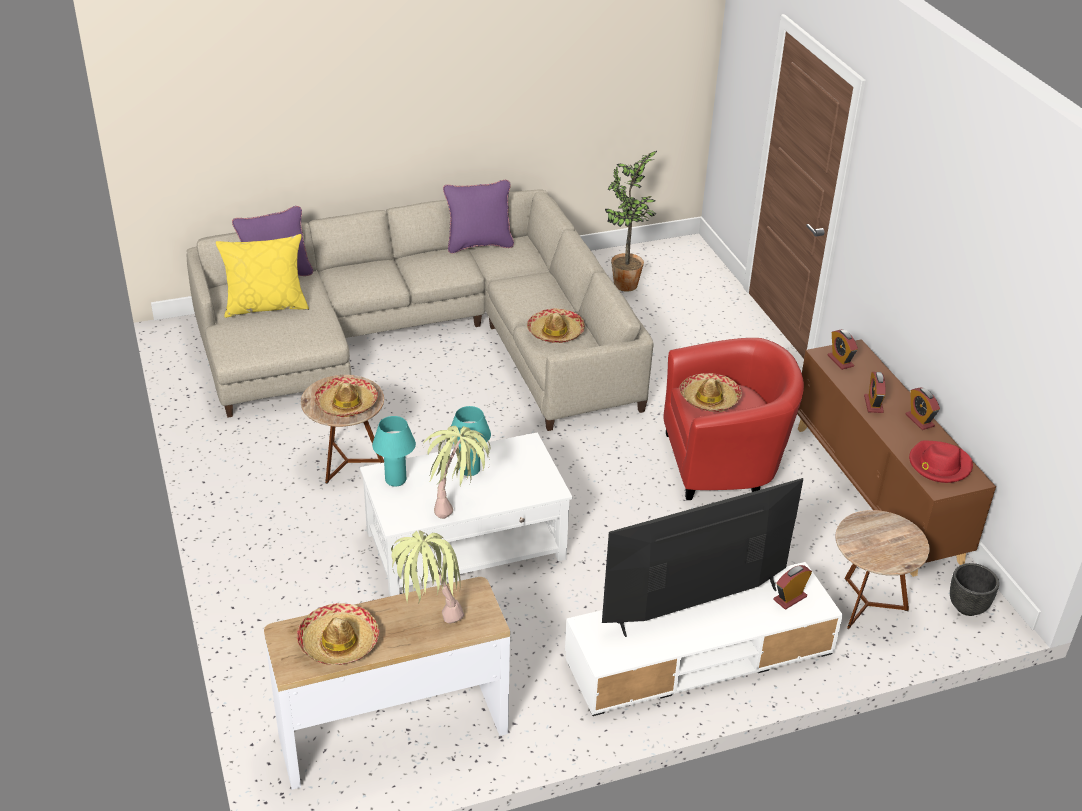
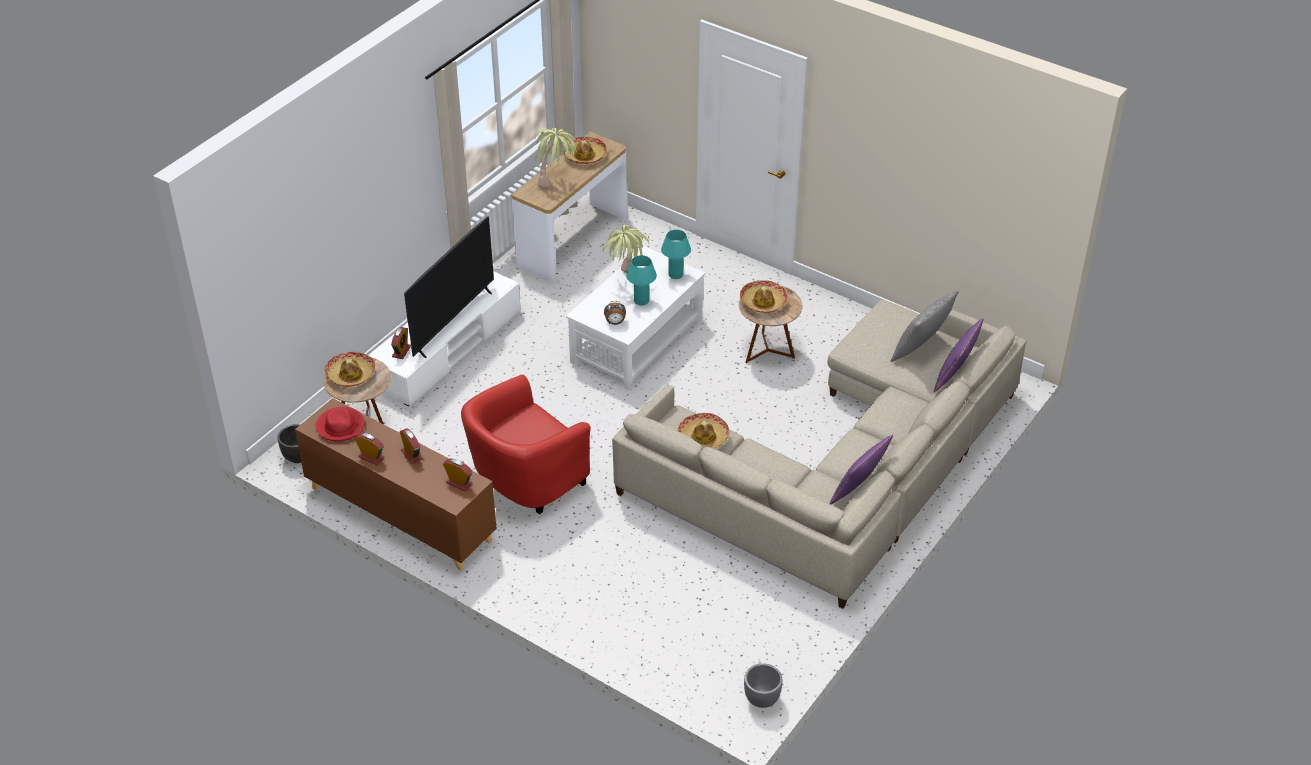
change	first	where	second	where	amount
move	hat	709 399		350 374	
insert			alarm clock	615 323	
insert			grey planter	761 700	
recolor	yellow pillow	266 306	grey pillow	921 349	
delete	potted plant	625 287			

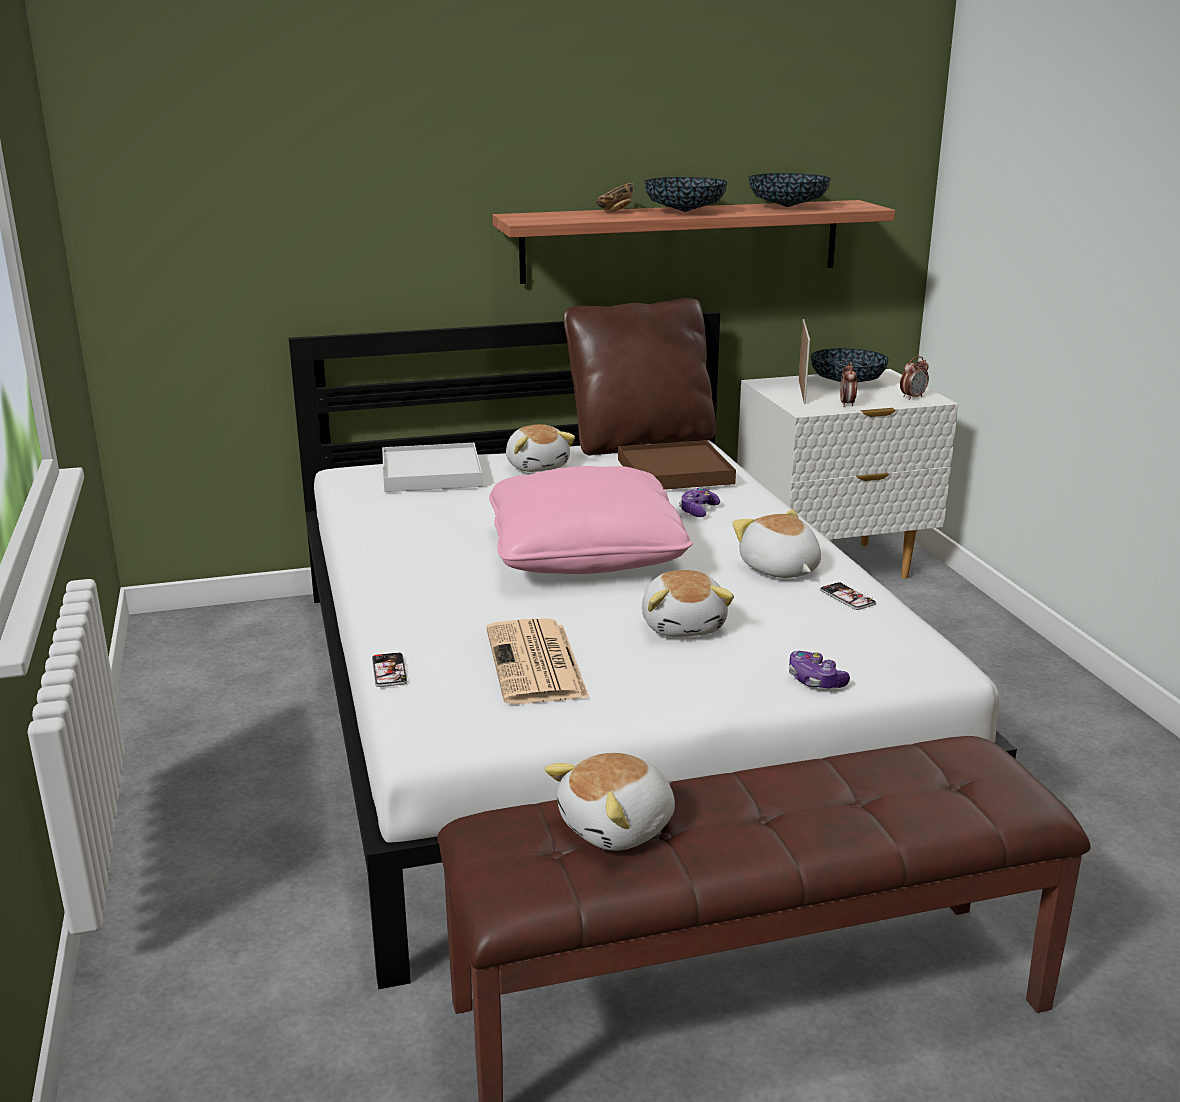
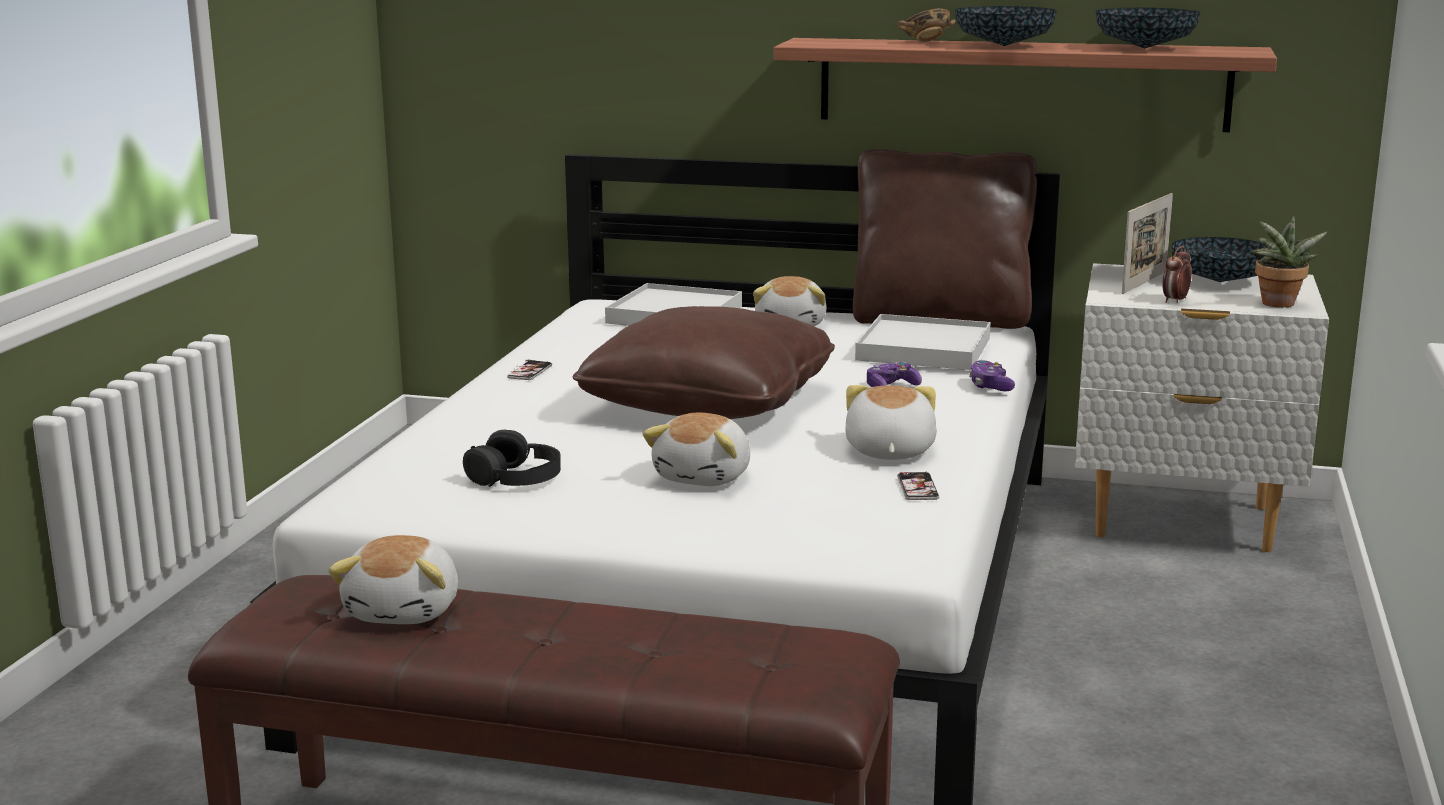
change	first	where	second	where	amount
rotate	plush toy	618 827		405 610	75 degrees counterclockwise
replace	newspaper	536 664	black headphones	516 476	
move	phone	389 671		530 371	
recolor	pink pillow	585 554	brown pillow	709 403	
recolor	brown tray	675 471	white tray	924 349	
move	game controller	815 681		990 386	
replace	alarm clock	912 397	potted plant	1278 305	

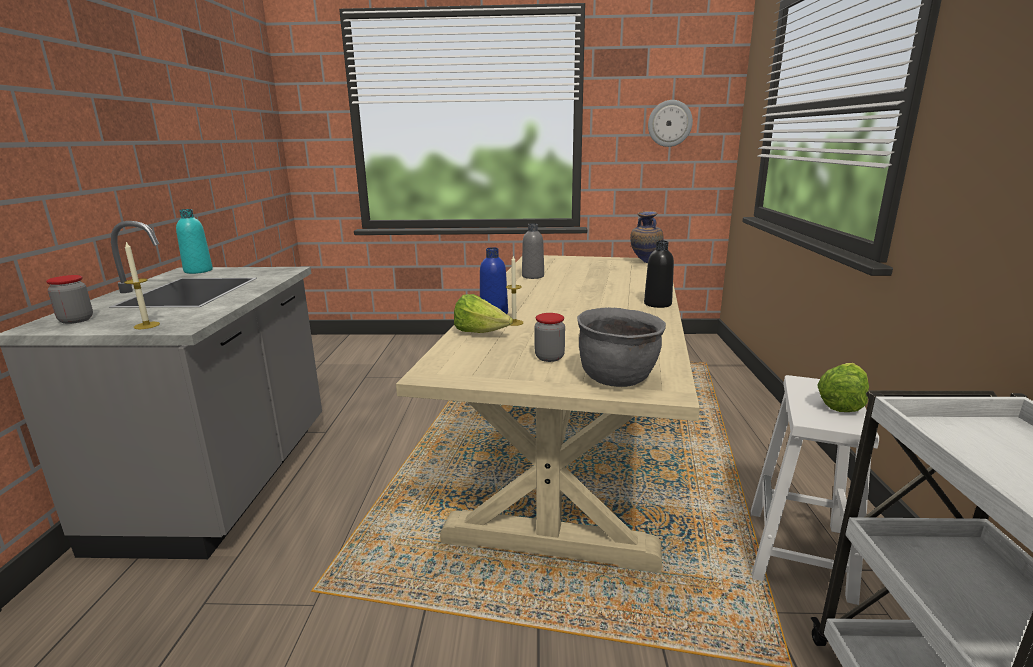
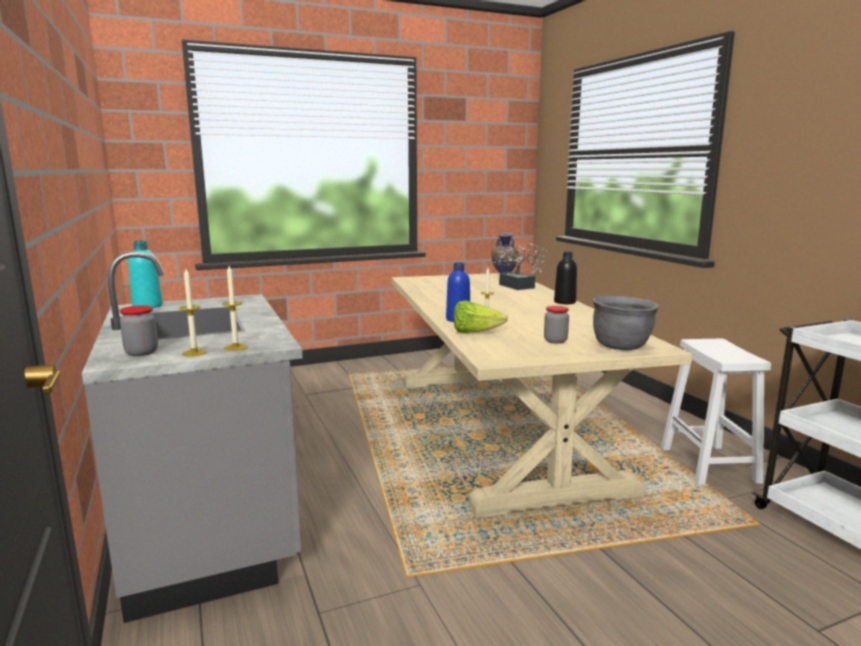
change	first	where	second	where	amount
insert			candle	194 353	
insert			potted plant	519 287	
delete	grey bottle	533 276			
delete	wall clock	669 123			
delete	lettuce	841 403			

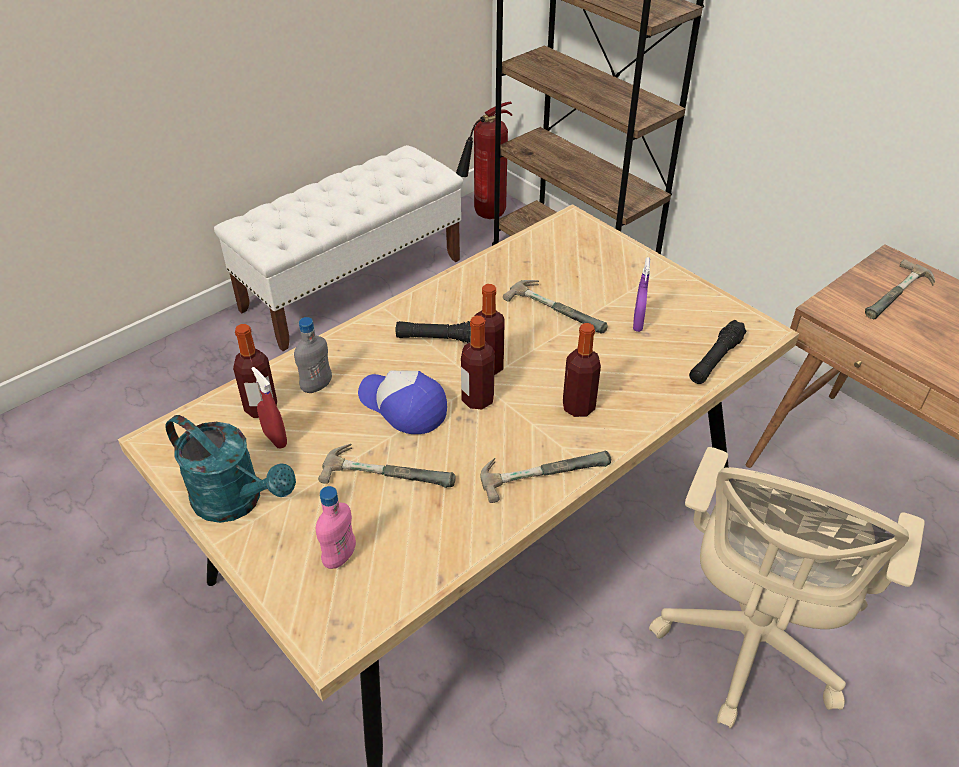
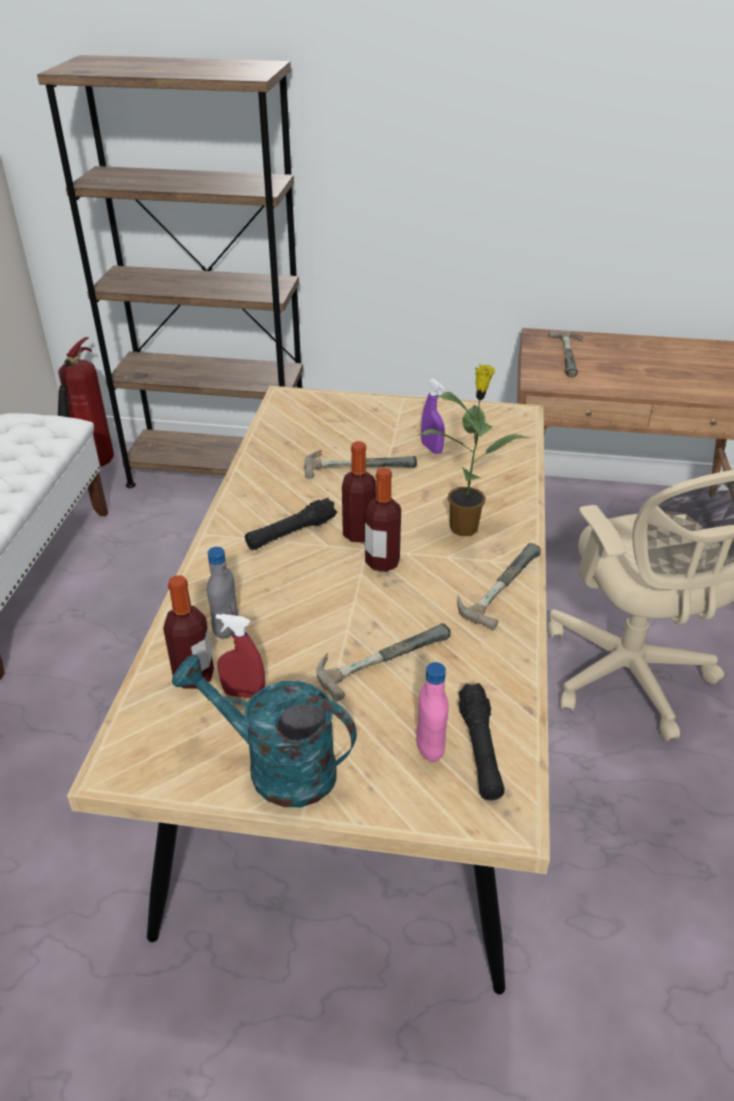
change	first	where	second	where	amount
rotate	turquoise watering can	237 501		276 767	150 degrees counterclockwise
replace	bottle	578 407	potted plant	465 526	
move	black flashlight	715 360		480 749	
delete	cap	403 406			

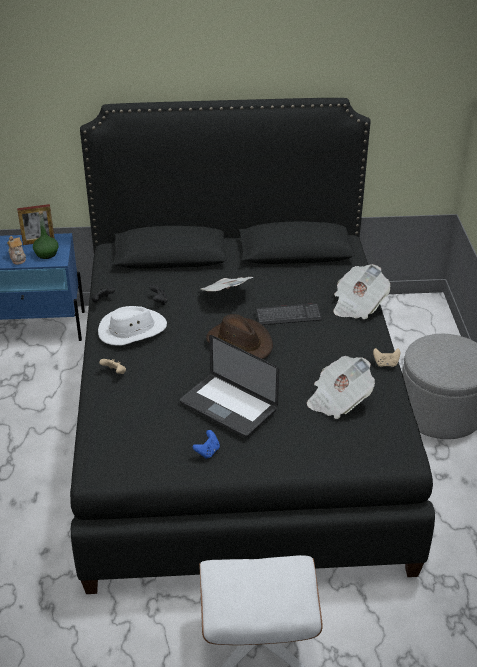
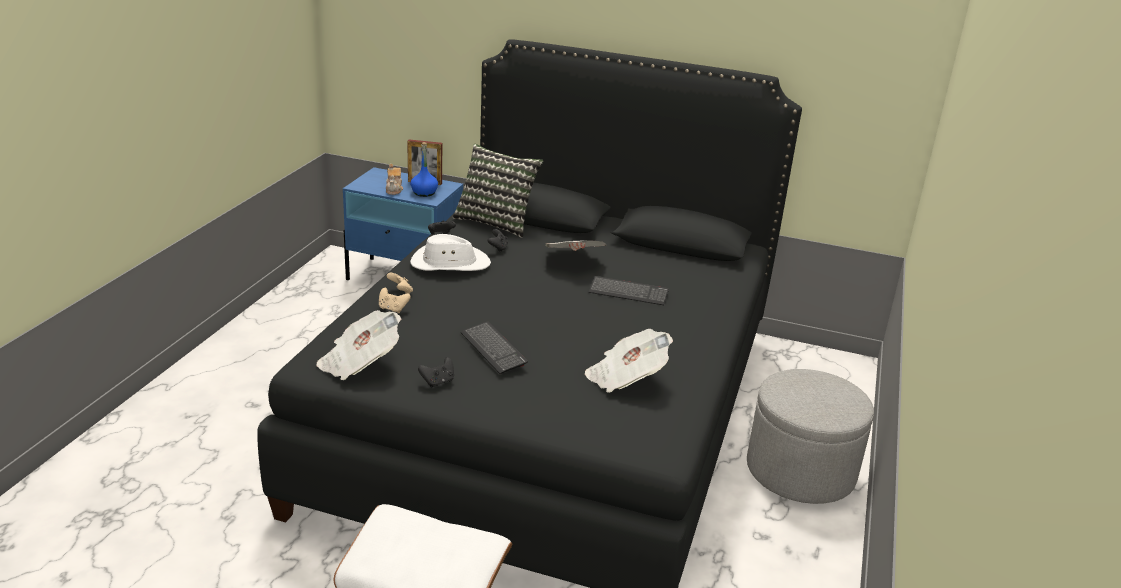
change	first	where	second	where	amount
move	newspaper	358 305		359 363	
move	beige game controller	386 364		393 309	
recolor	green bottle	46 254	blue bottle	424 193	
recolor	blue game controller	207 452	black game controller	438 382	
insert			pillow	496 221	
replace	laptop	228 406	keyboard	493 349	
delete	brown hat	240 342			

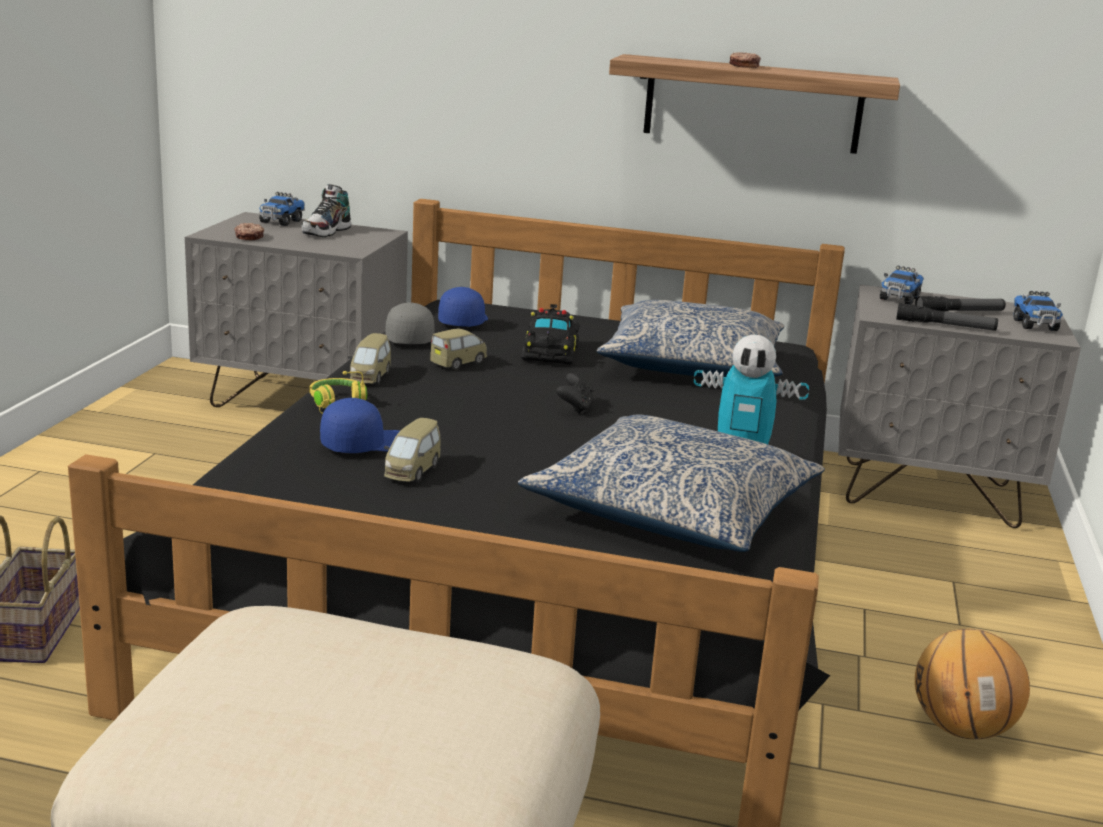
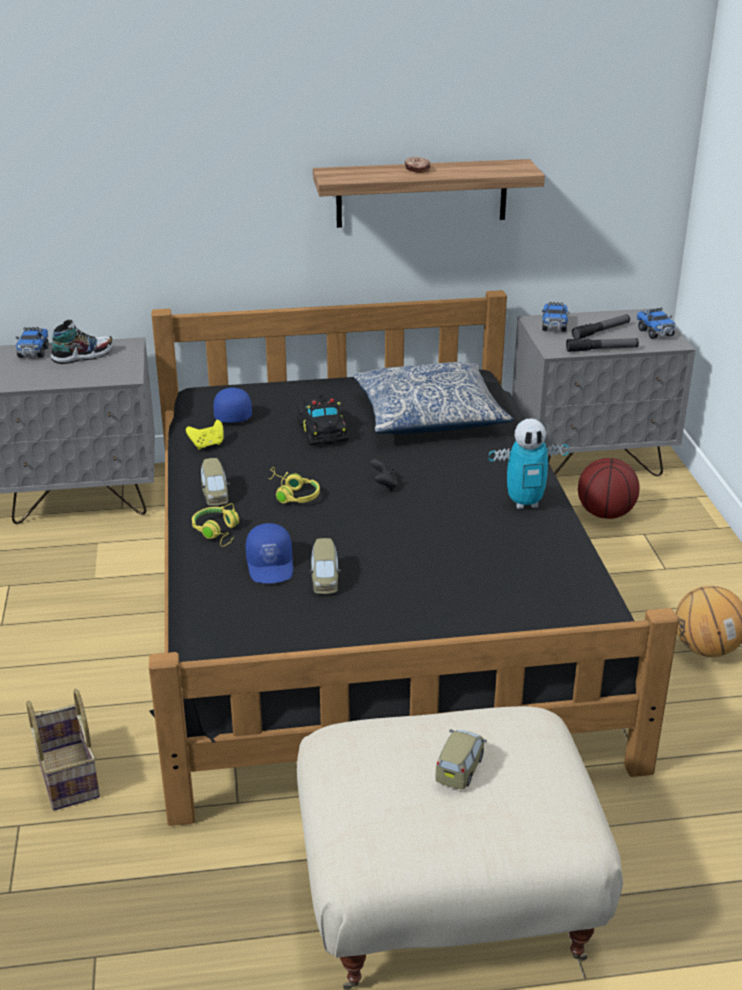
change	first	where	second	where	amount
rotate	shoe	326 232		83 356	120 degrees counterclockwise
replace	grey cap	408 338	yellow game controller	207 445	
rotate	blue cap	364 444		271 565	135 degrees clockwise
insert			yellow headphones	292 494	
move	toy car	458 363		460 768	
insert			basketball	605 514	
delete	donut	250 237			
delete	pillow	672 510			

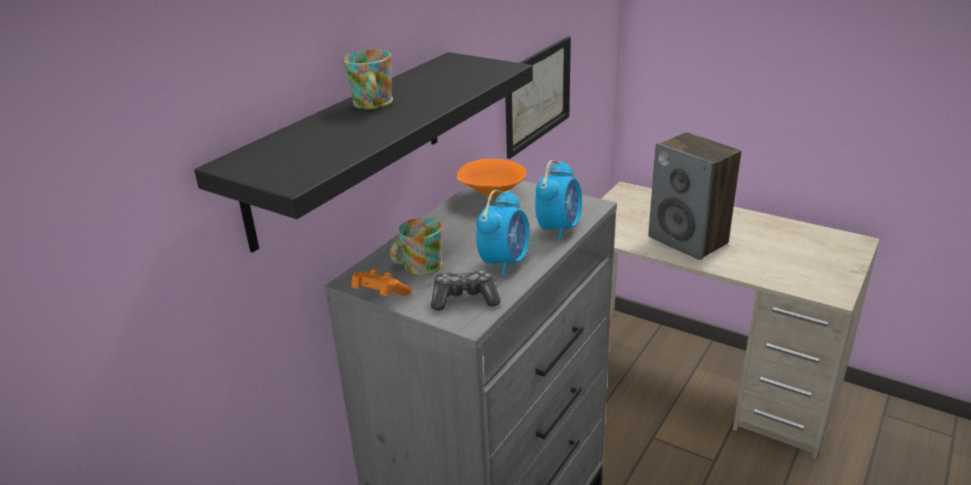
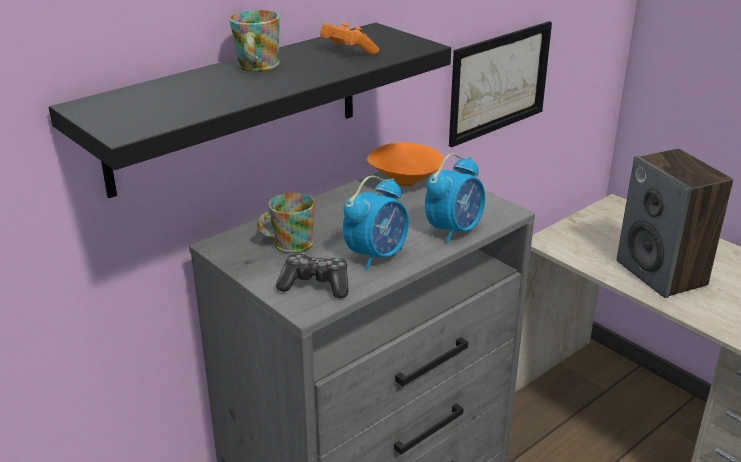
change	first	where	second	where	amount
move	orange game controller	379 295		347 51	

